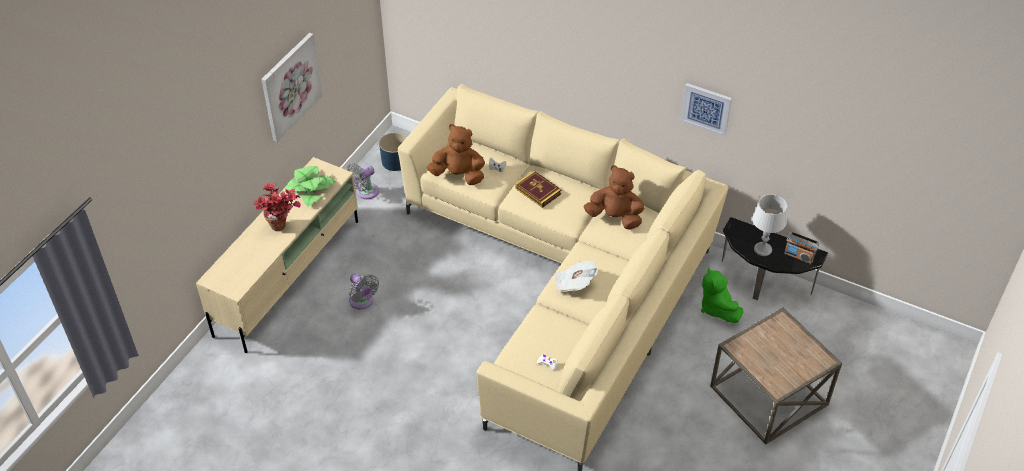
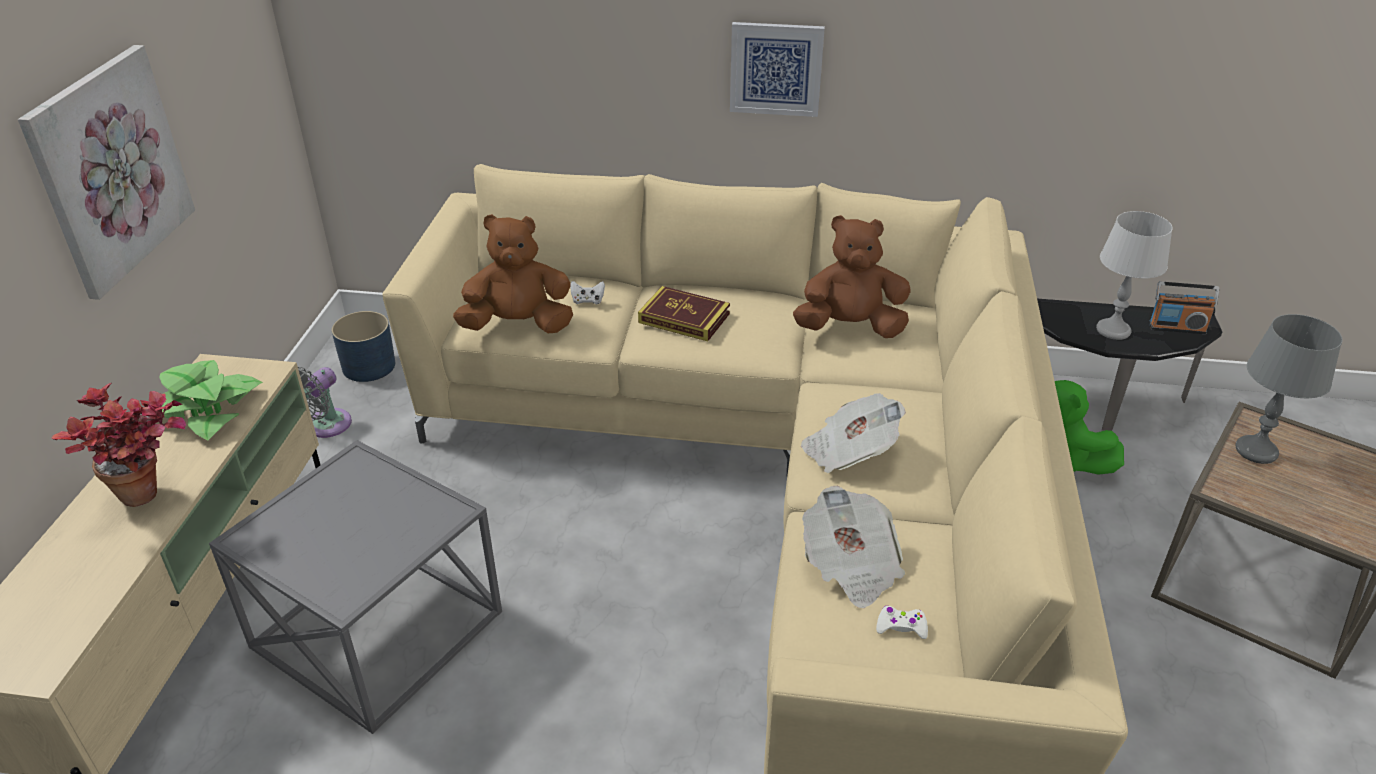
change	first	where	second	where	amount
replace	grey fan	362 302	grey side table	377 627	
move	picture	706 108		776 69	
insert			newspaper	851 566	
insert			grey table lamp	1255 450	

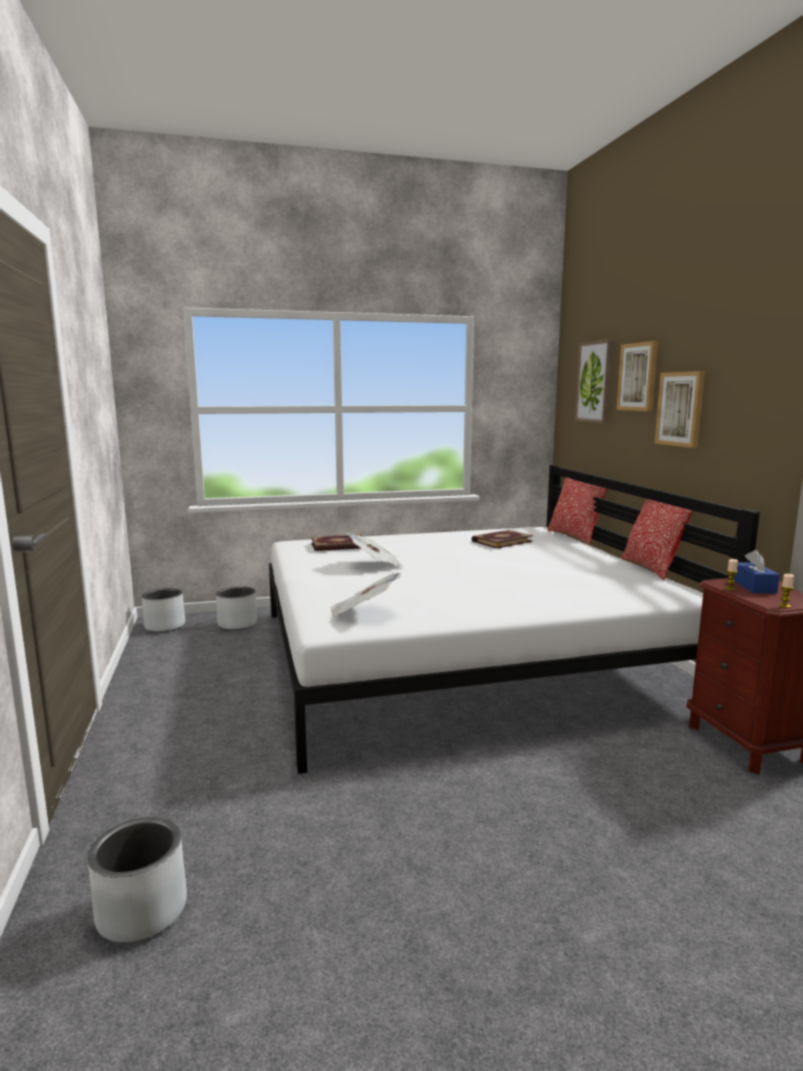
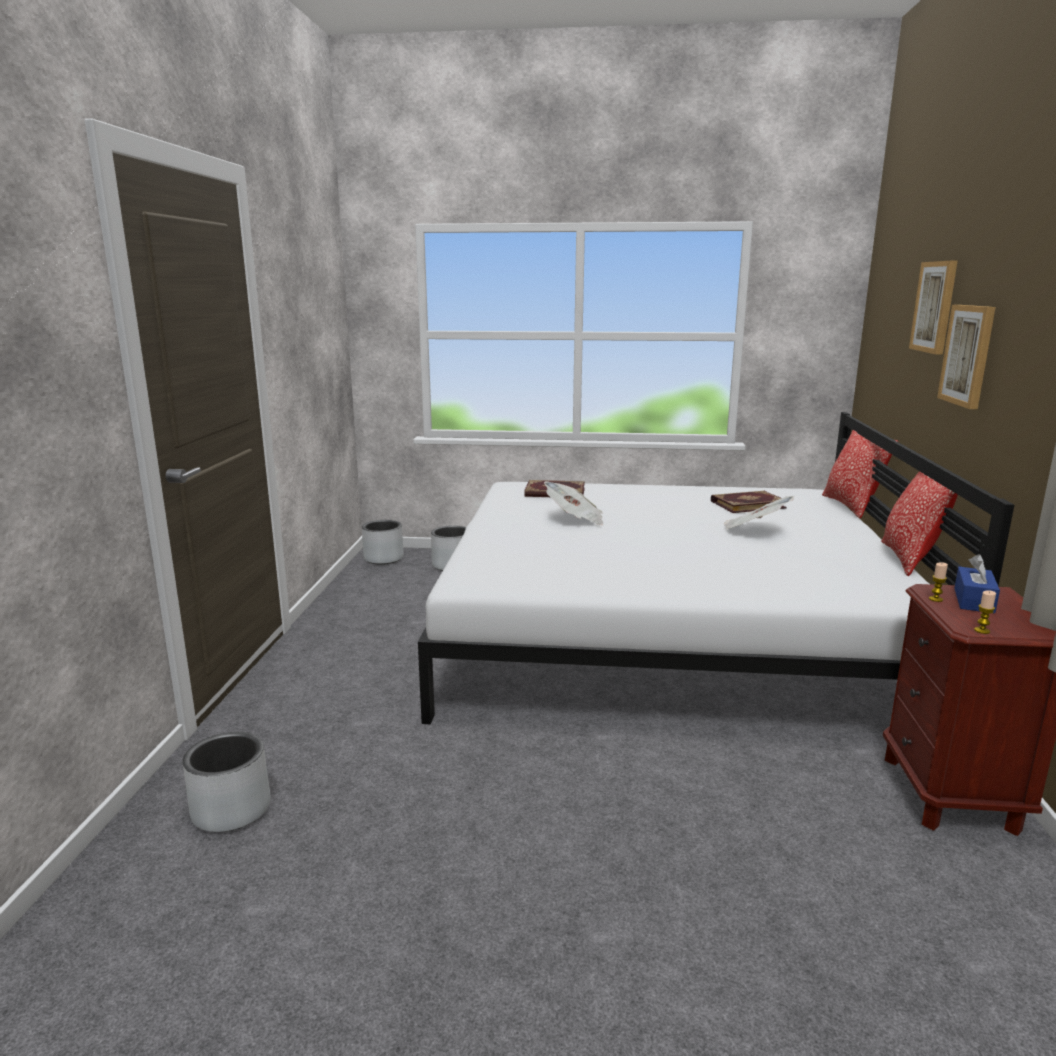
change	first	where	second	where	amount
move	newspaper	363 613		754 530	
delete	picture	595 382			

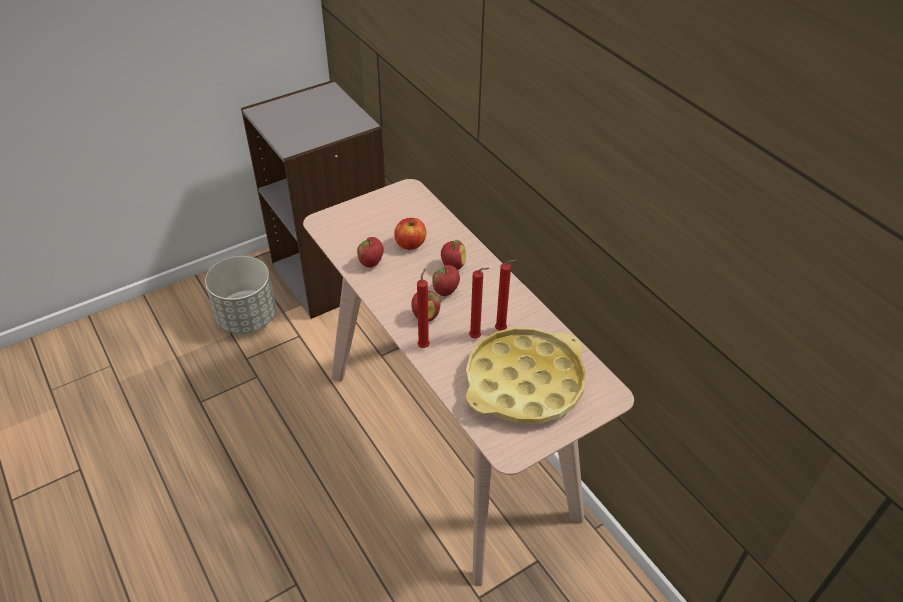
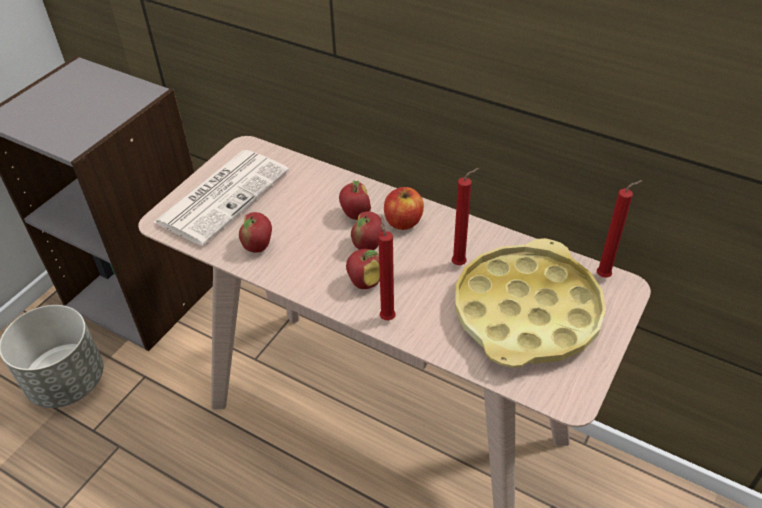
change	first	where	second	where	amount
insert			newspaper	223 195	
move	apple	410 244		403 221	
move	red candle	477 338		605 276	

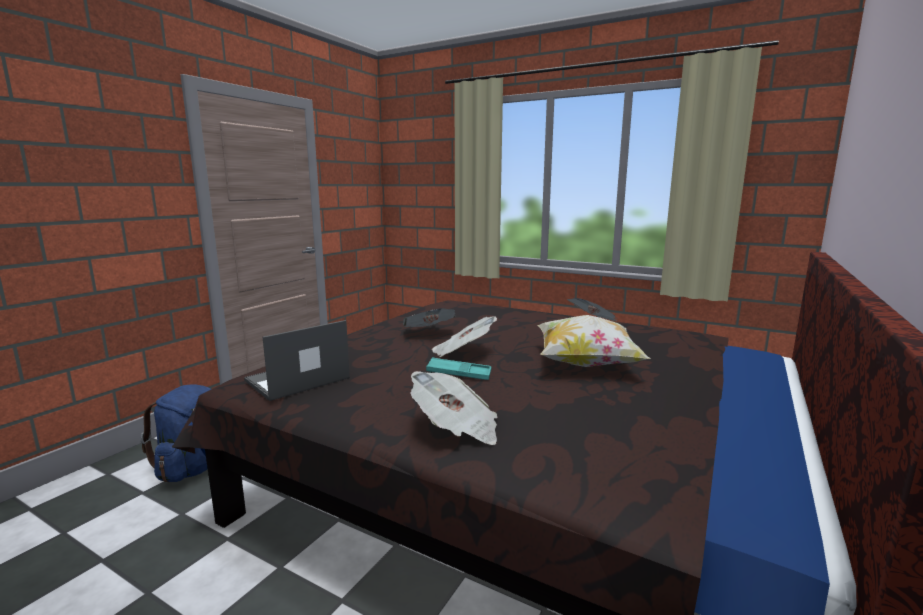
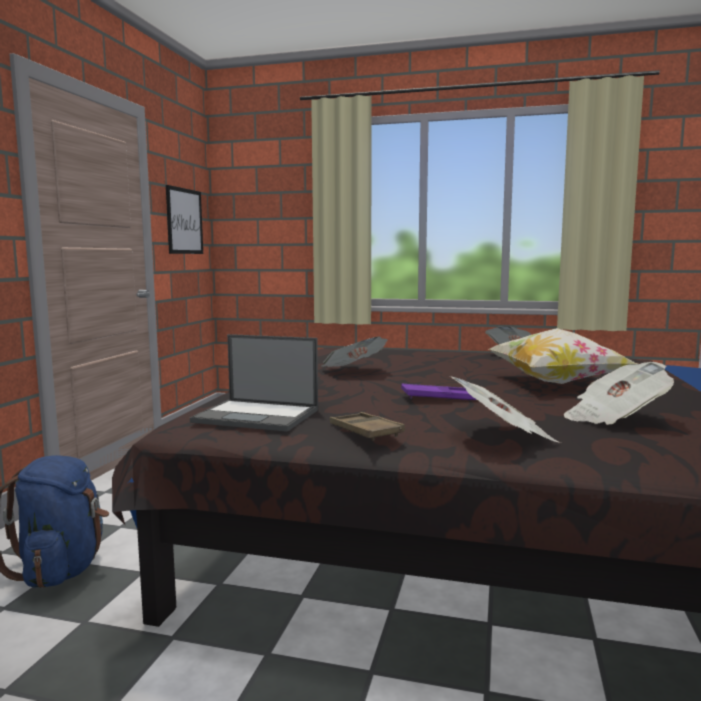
change	first	where	second	where	amount
insert			picture	184 221	
rotate	laptop	296 380		258 416	105 degrees counterclockwise
insert			brown tray	365 432	
recolor	turquoise tray	459 374	purple tray	439 398	
move	newspaper	462 353		614 418	

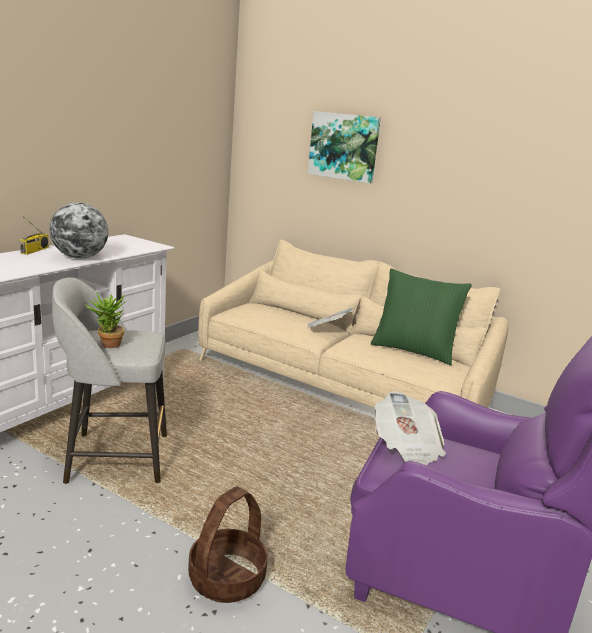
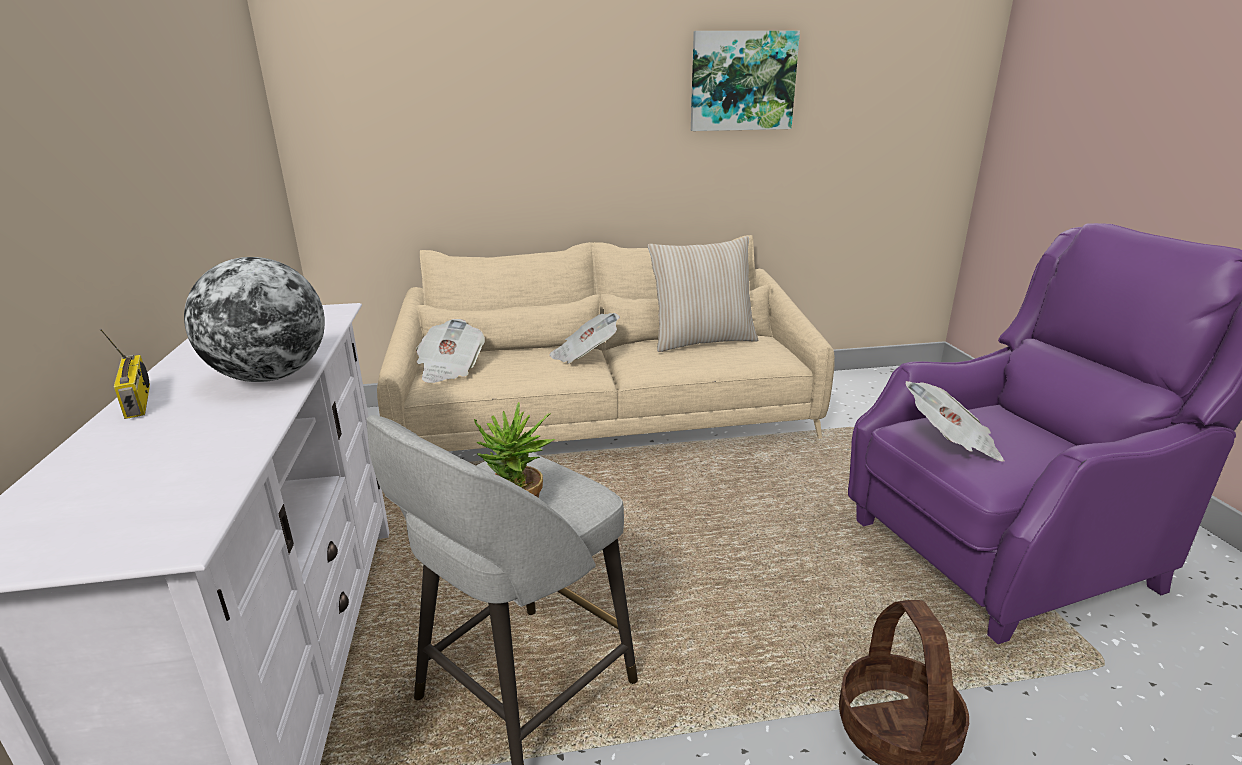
change	first	where	second	where	amount
insert			newspaper	450 369	
recolor	green pillow	413 350	beige pillow	701 341	
move	picture	344 146		742 81	

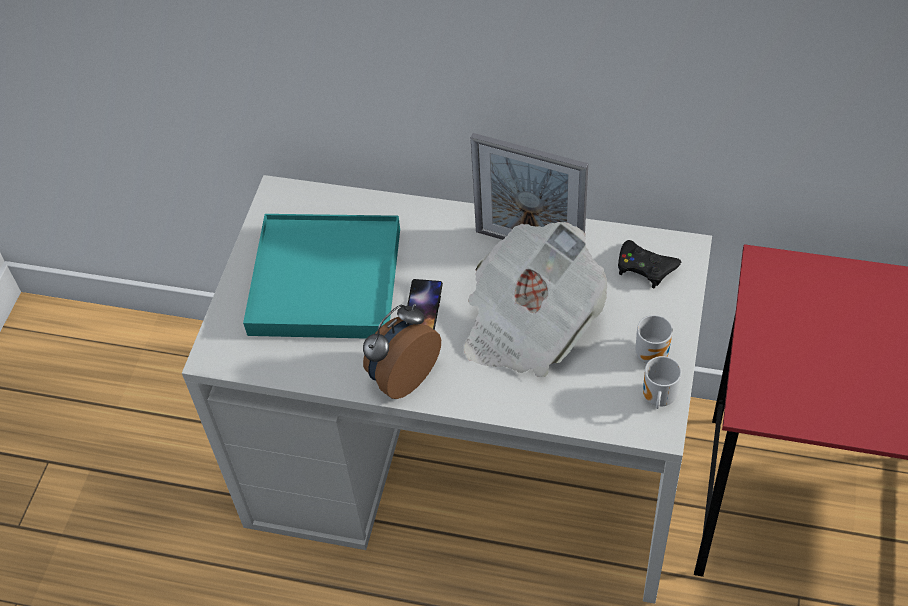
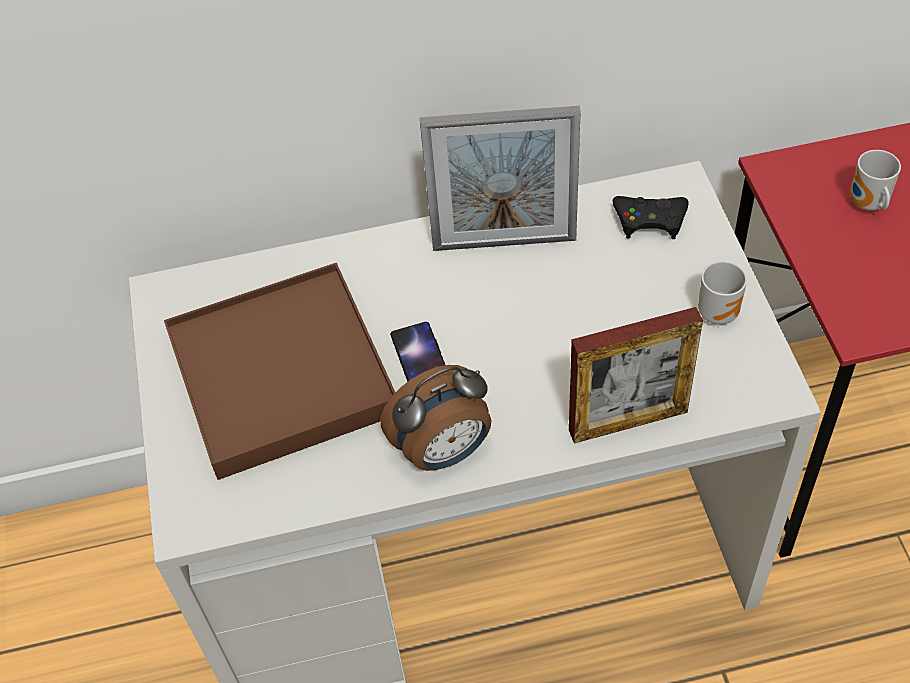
change	first	where	second	where	amount
recolor	turquoise tray	325 280	brown tray	281 374	
rotate	alarm clock	402 376		444 451	135 degrees counterclockwise
insert			picture frame	628 421	
move	mug	657 399		867 205	
delete	newspaper	529 324			

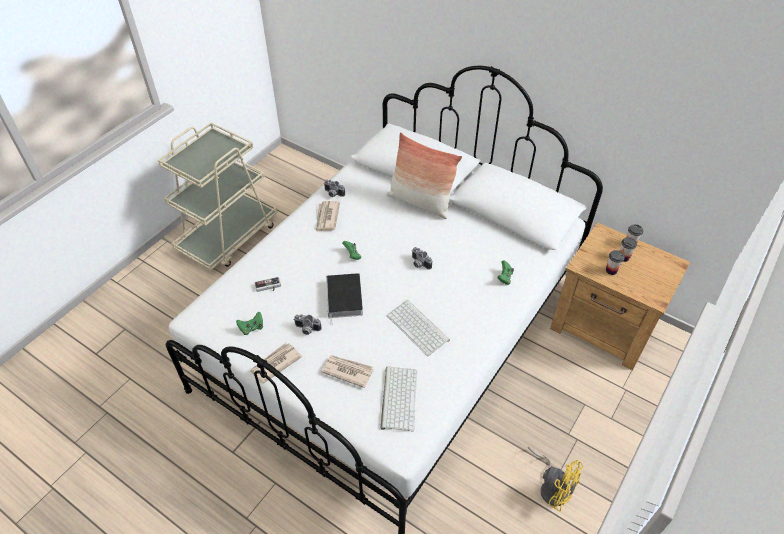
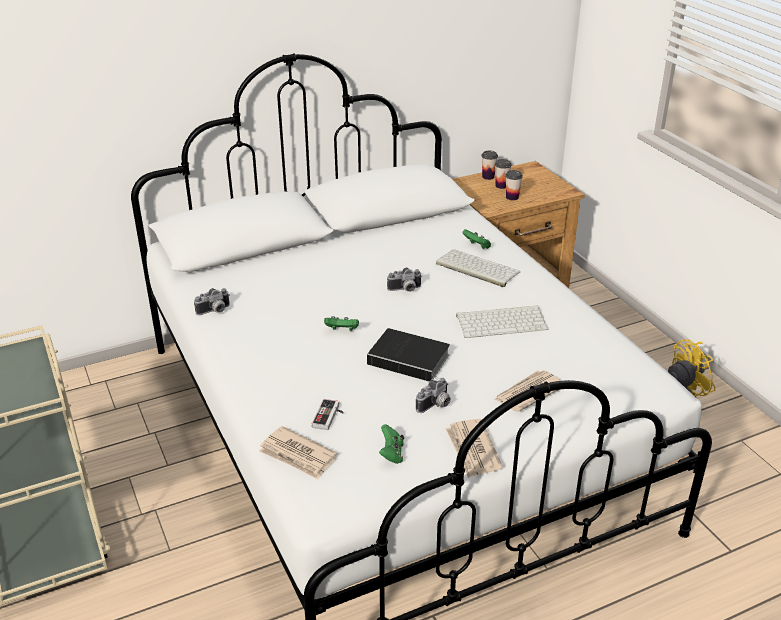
change	first	where	second	where	amount
move	newspaper	327 217		298 455	
move	keyboard	398 397		476 268	
delete	pillow	420 202			

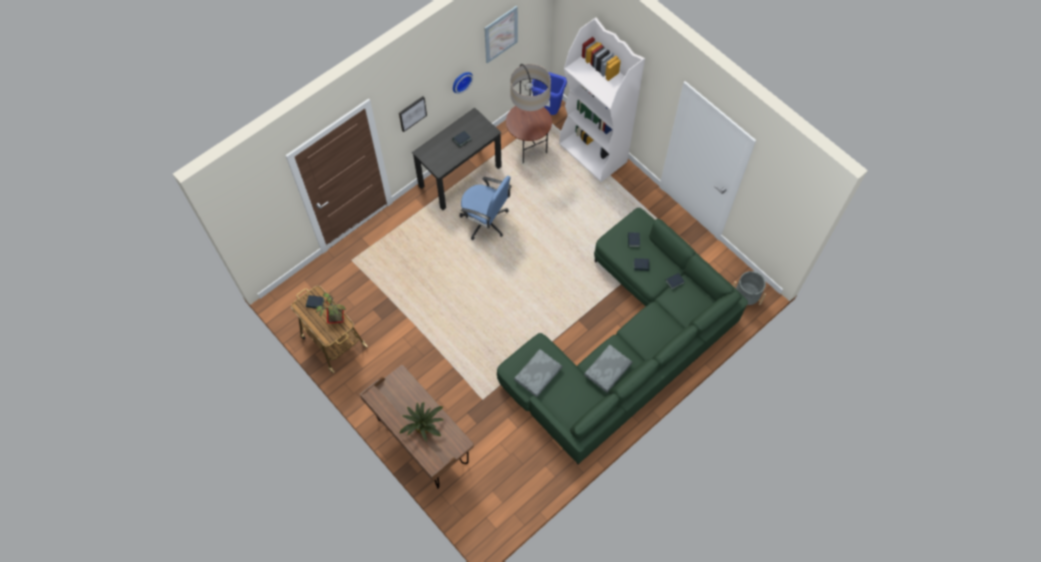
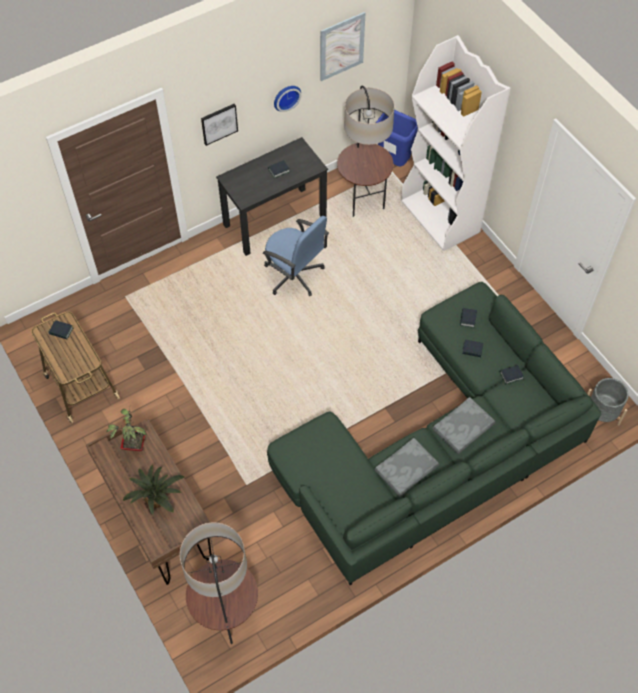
change	first	where	second	where	amount
move	potted plant	335 318		133 444	
insert			floor lamp	227 616	
move	grey pillow	538 375		463 429	

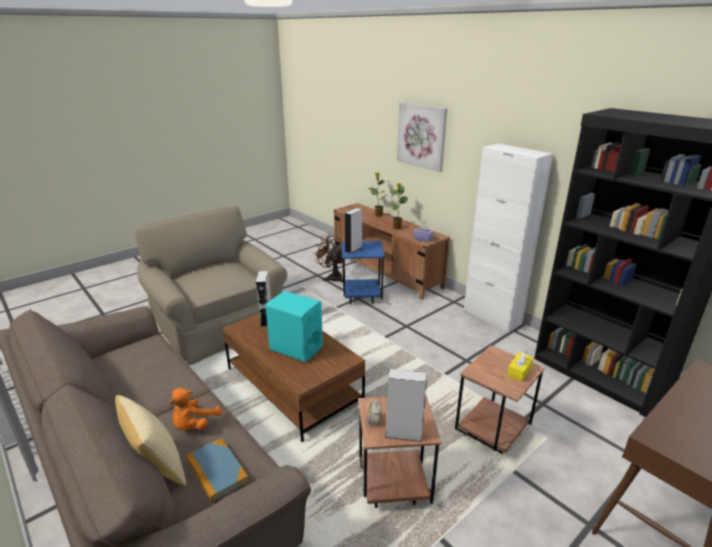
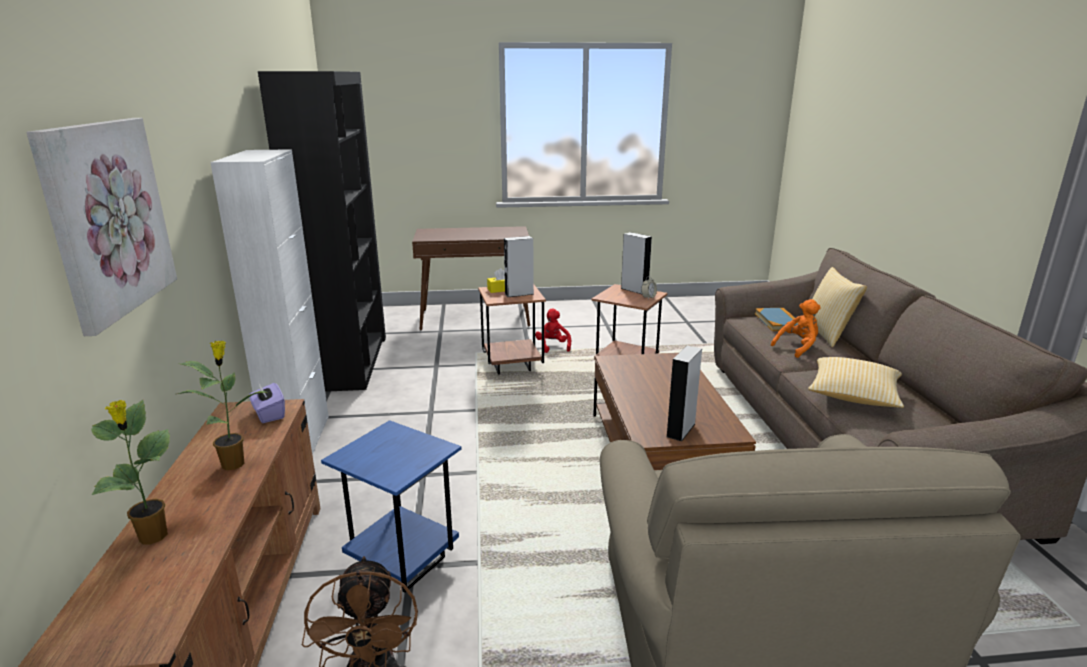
change	first	where	second	where	amount
move	grey speaker	353 249		519 294	
insert			red plush toy	552 346	
insert			pillow	853 396	
delete	turquoise speaker	296 348			

